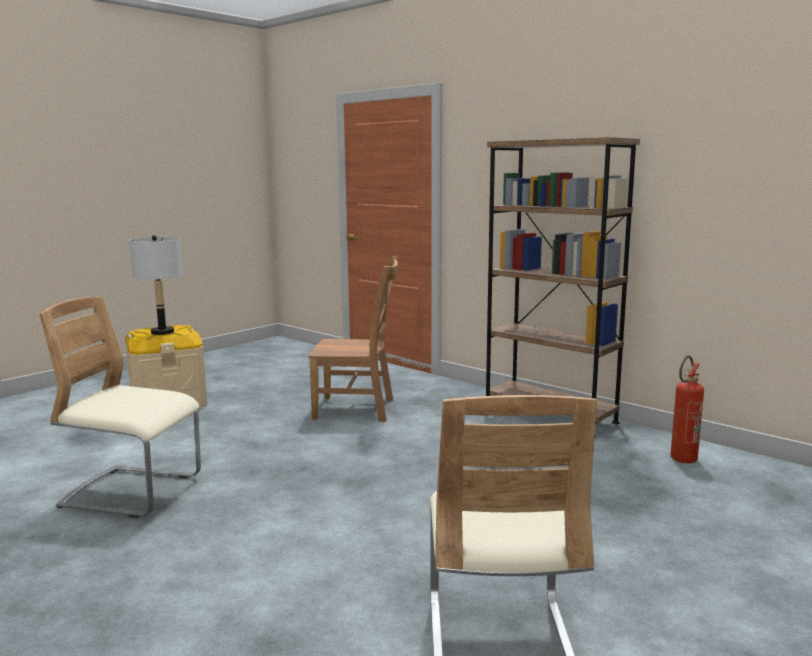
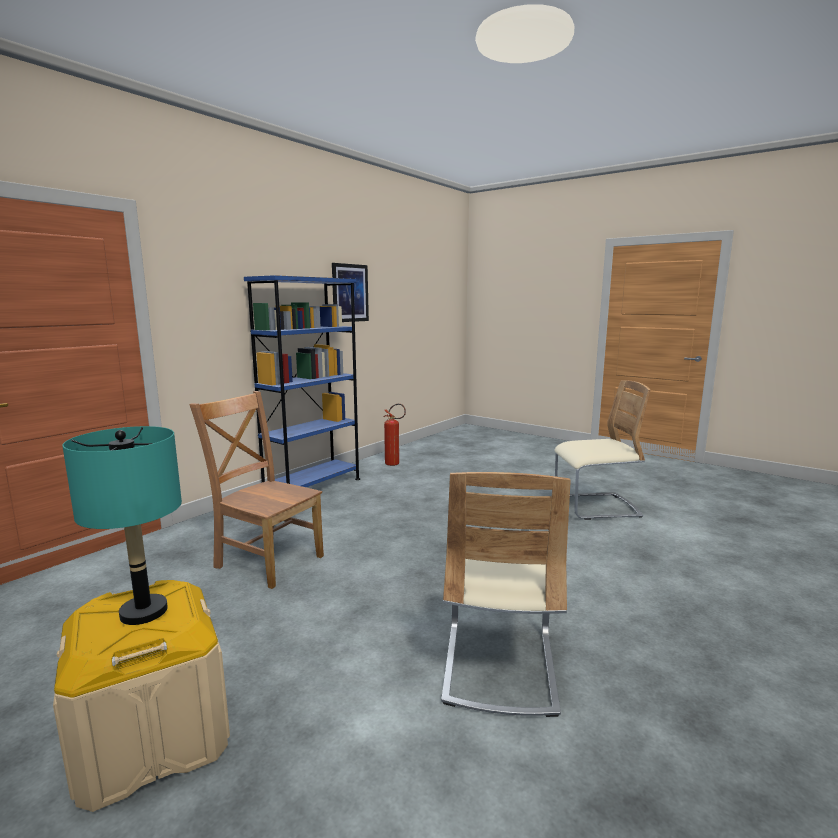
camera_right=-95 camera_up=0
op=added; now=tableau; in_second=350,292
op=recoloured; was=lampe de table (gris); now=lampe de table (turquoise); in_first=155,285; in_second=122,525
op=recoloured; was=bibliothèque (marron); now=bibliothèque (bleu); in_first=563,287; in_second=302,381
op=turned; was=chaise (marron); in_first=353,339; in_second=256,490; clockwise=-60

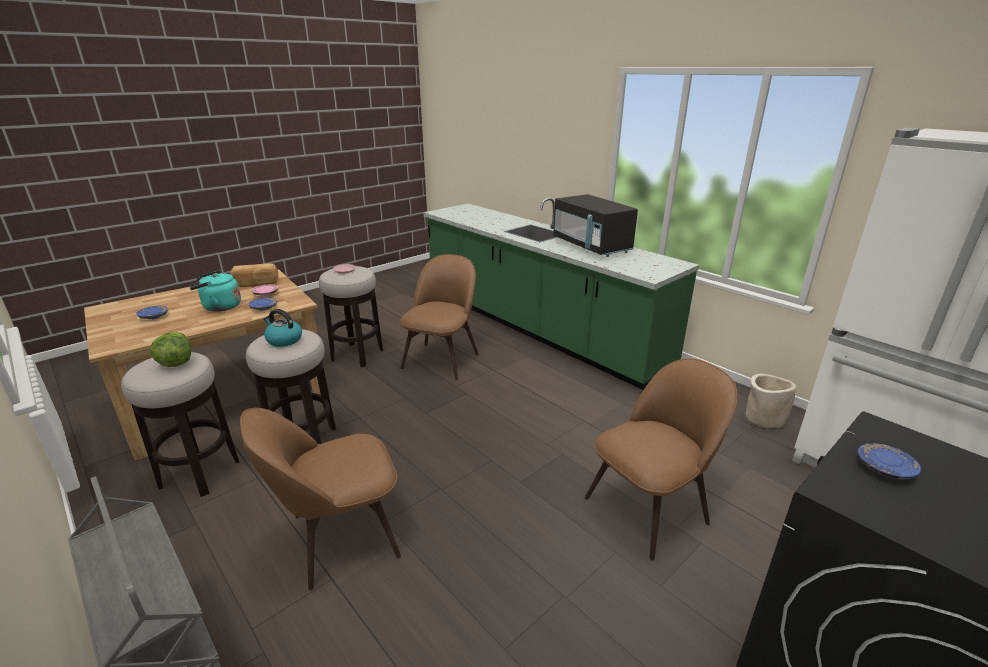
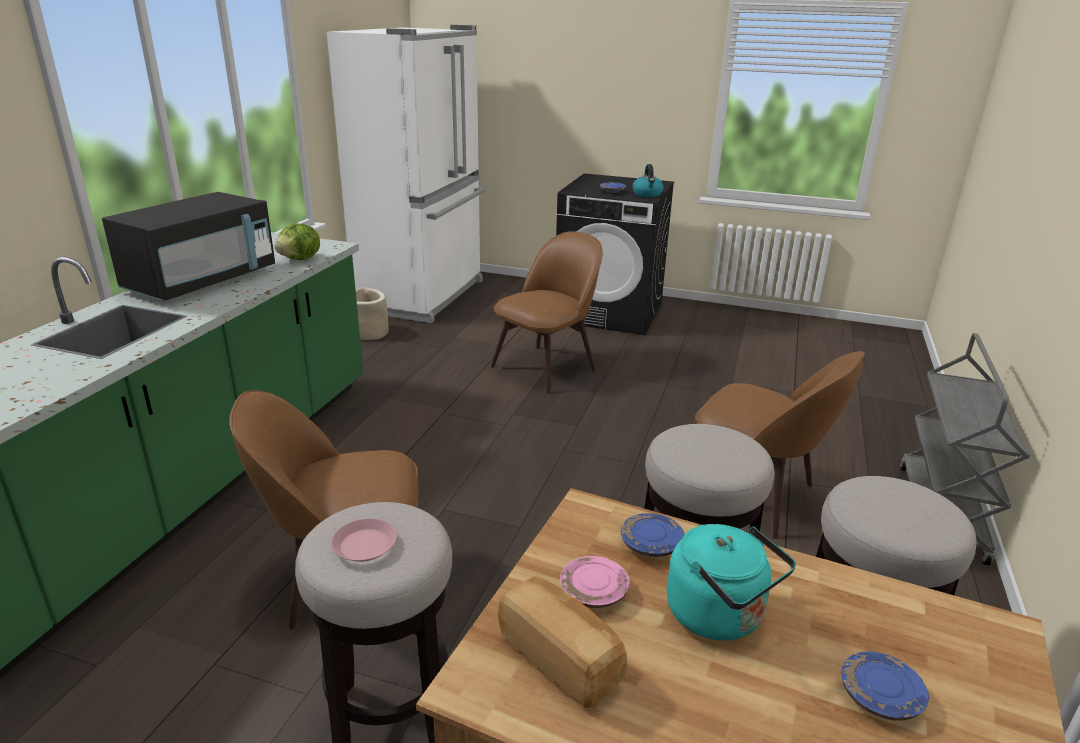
camera_right=-120 camera_up=0
op=moved; was=laitue; in_first=171,349; in_second=297,242
op=moved; was=bouilloire; in_first=282,328; in_second=648,180
op=turned; was=chaise (marron); in_first=661,459; in_second=546,312; clockwise=105

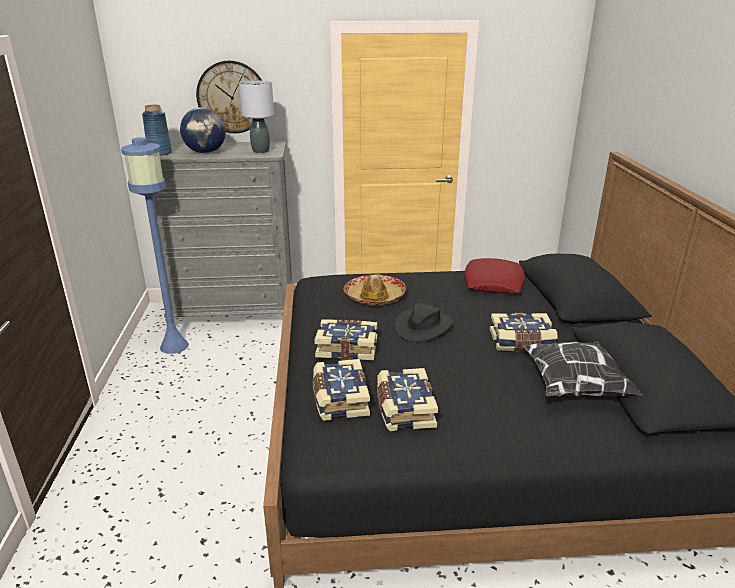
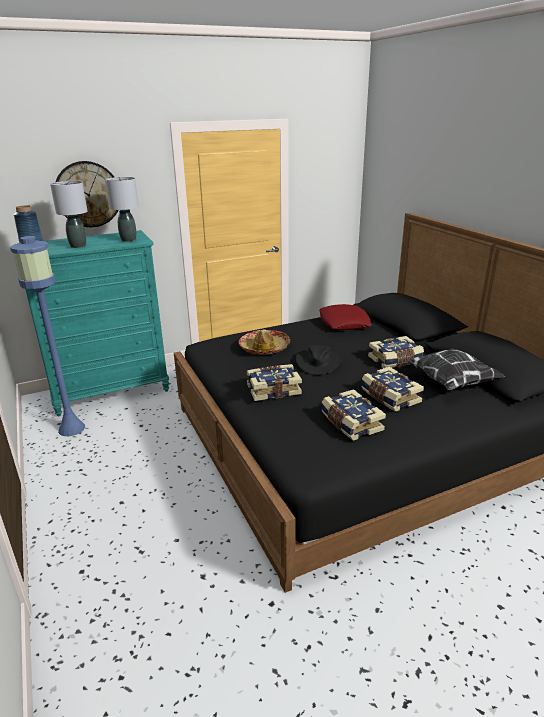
camera_right=-20 camera_up=0
op=moved; was=livre; in_first=341,390; in_second=392,389
op=replaced; was=globe; now=lampe de table (gris); in_first=203,130; in_second=68,214
op=recoloured; was=commode (gris); now=commode (turquoise); in_first=223,232; in_second=97,323

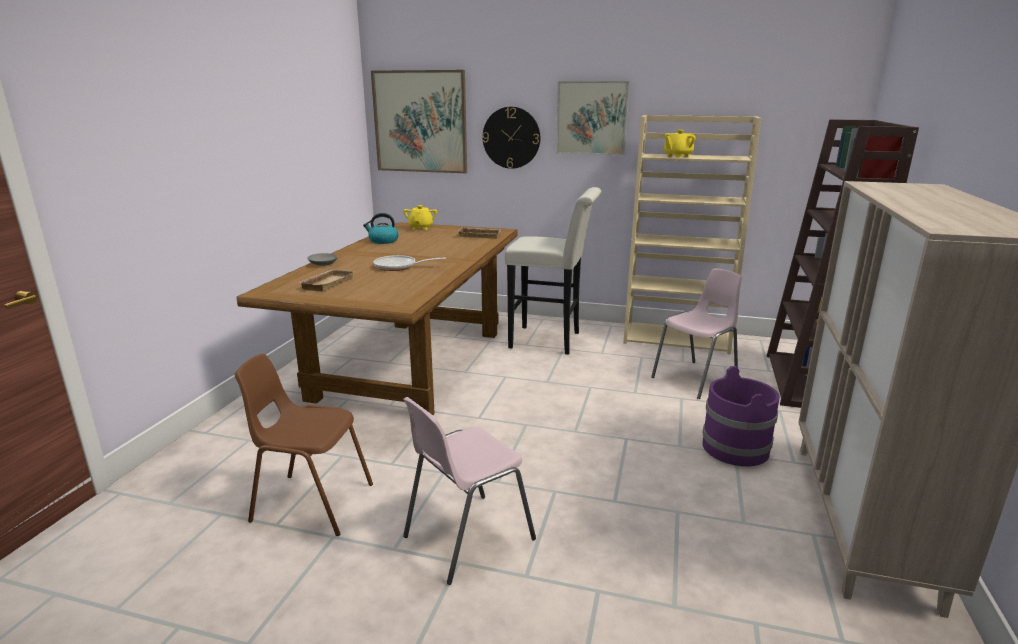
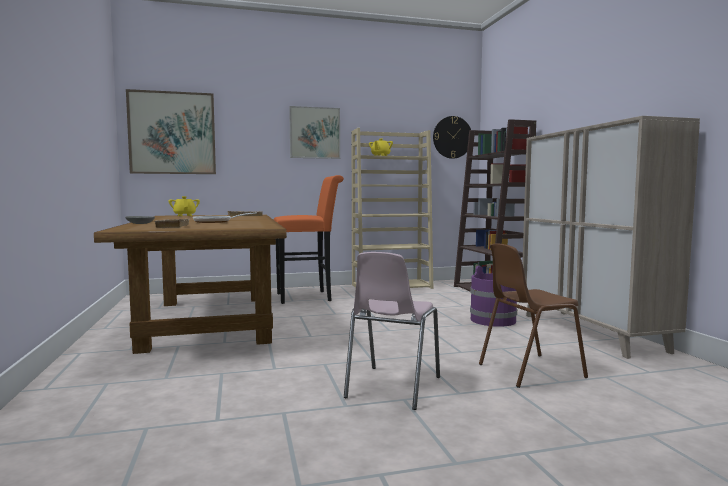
camera_right=-30 camera_up=-15
op=removed; was=bouilloire; in_first=381,228
op=removed; was=chaise (rose); in_first=696,333
op=moved; was=chaise (marron); in_first=304,444; in_second=533,315
op=moved; was=horloge murale; in_first=511,138; in_second=452,137
op=recoloured; was=tabouret (blanc); now=tabouret (orange); in_first=553,271; in_second=309,239

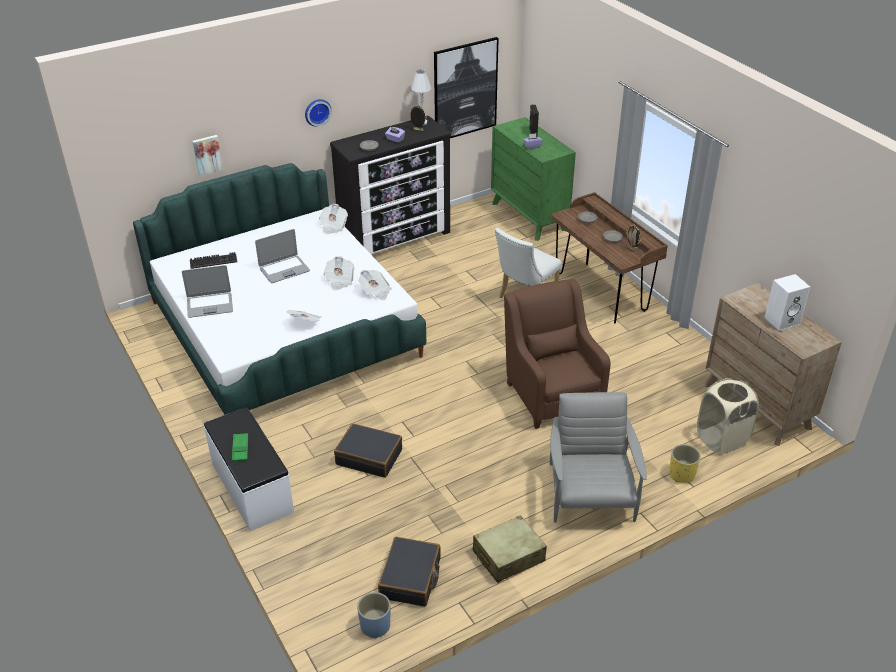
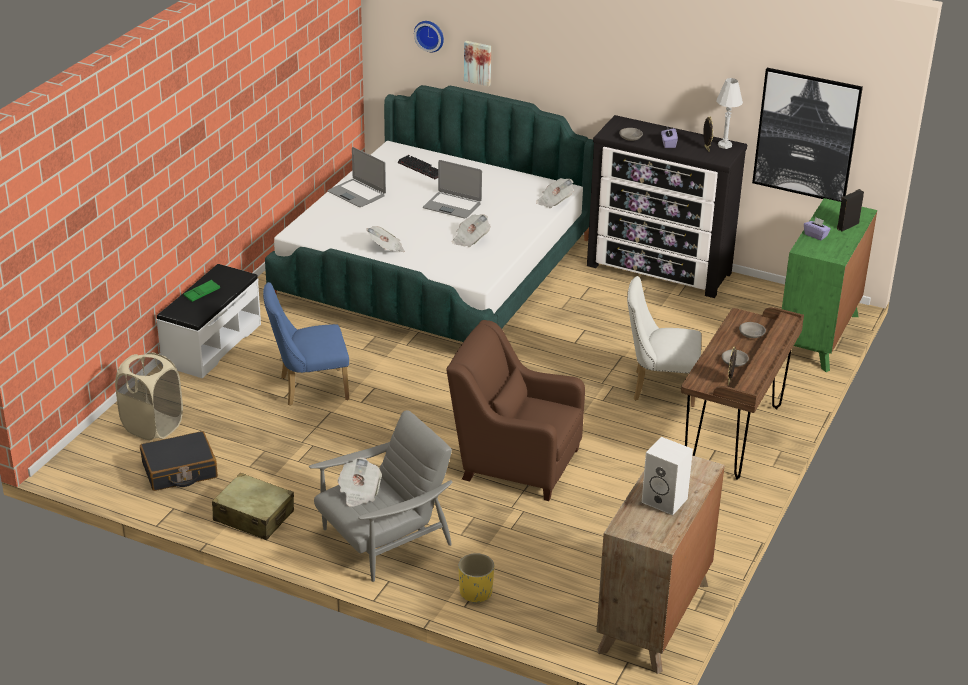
camera_right=55 camera_up=-5
op=removed; was=cache-pot (bleu); in_first=374,615
op=moved; was=horloge murale; in_first=318,113; in_second=429,36
op=moved; was=journal; in_first=375,285; in_second=359,482
op=moved; was=panier à linge (beige); in_first=728,416; in_second=149,396
op=replaced; was=valise (noir); now=chaise (bleu); in_first=368,450; in_second=306,344
op=turned; was=fauteuil (marron); in_first=557,354; in_second=515,410; clockwise=-105

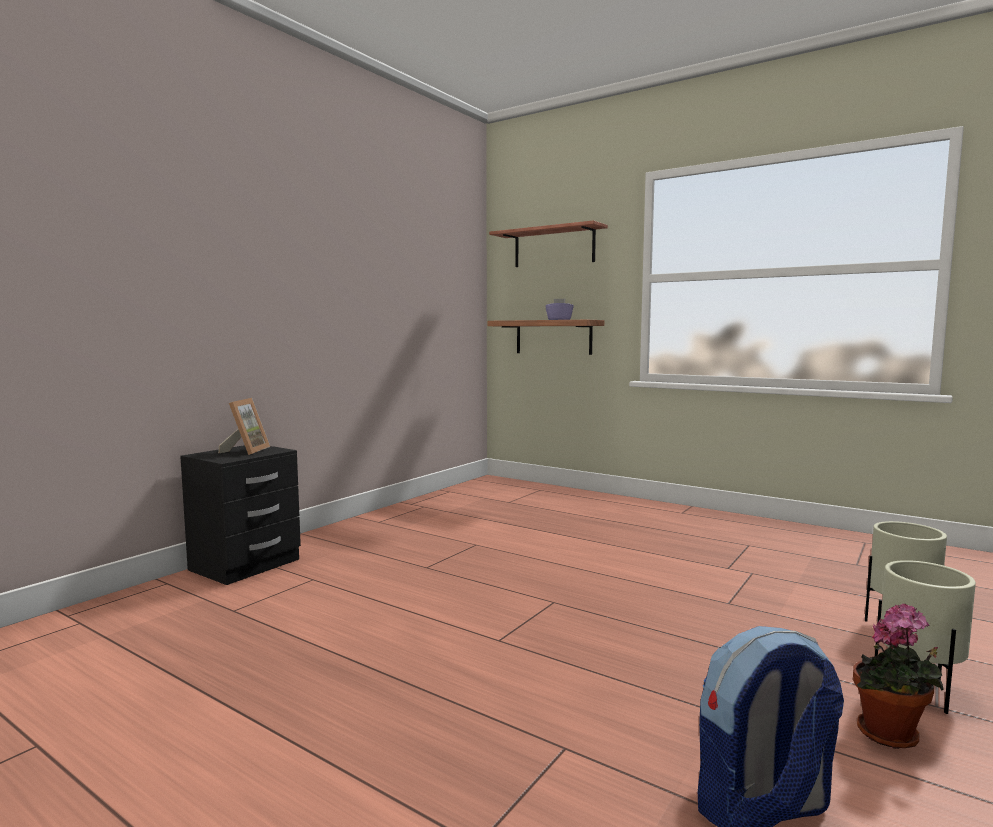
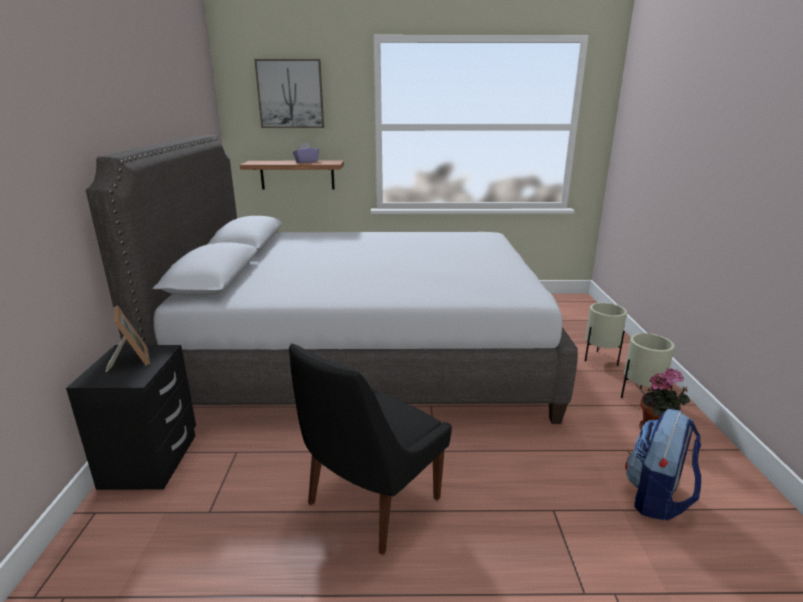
camera_right=-35 camera_up=15
op=added; now=lit (gris); in_second=332,279
op=added; now=chaise (noir); in_second=370,449
op=replaced; was=étagère; now=tableau; in_first=548,243; in_second=289,93

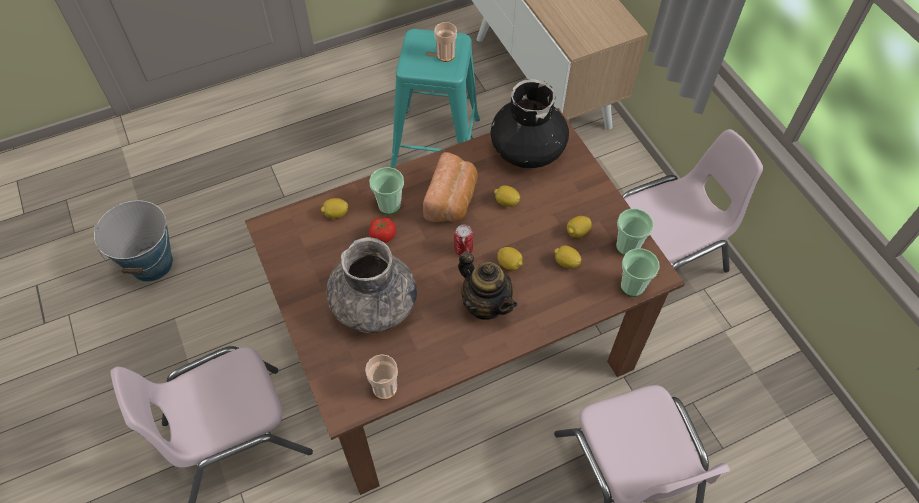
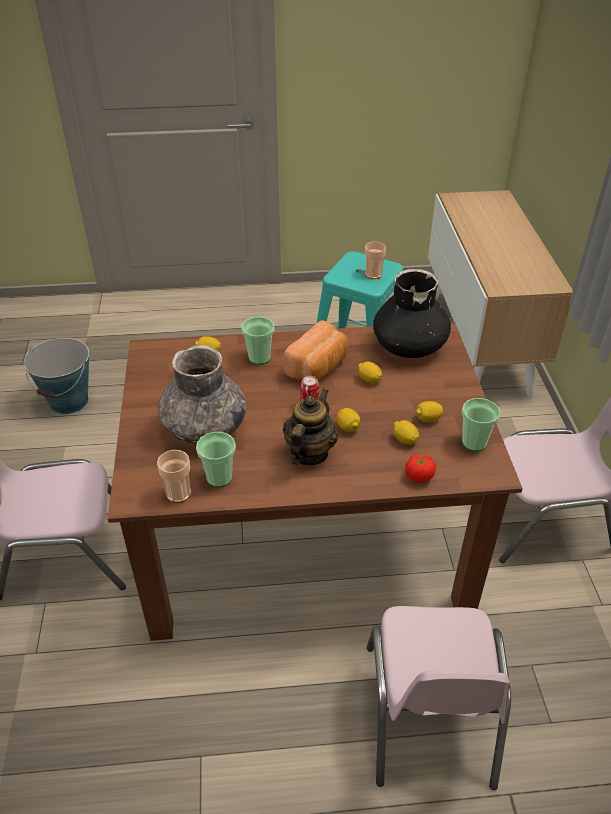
camera_right=20 camera_up=-15
op=moved; was=tomate; in_first=382,230; in_second=420,468
op=moved; was=tasse; in_first=640,272; in_second=216,459
op=turned; was=théière; in_first=487,285; in_second=310,427; clockwise=-135

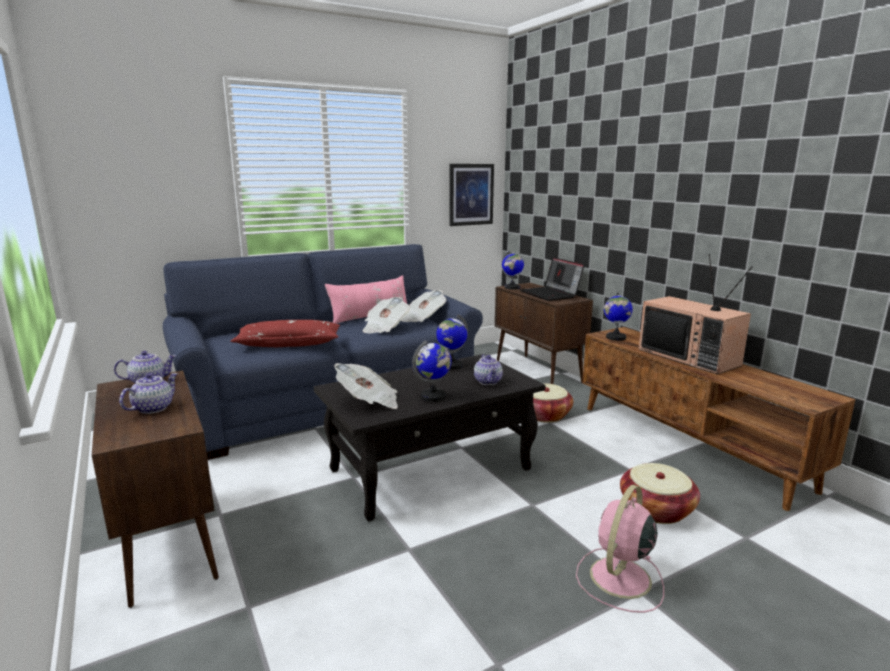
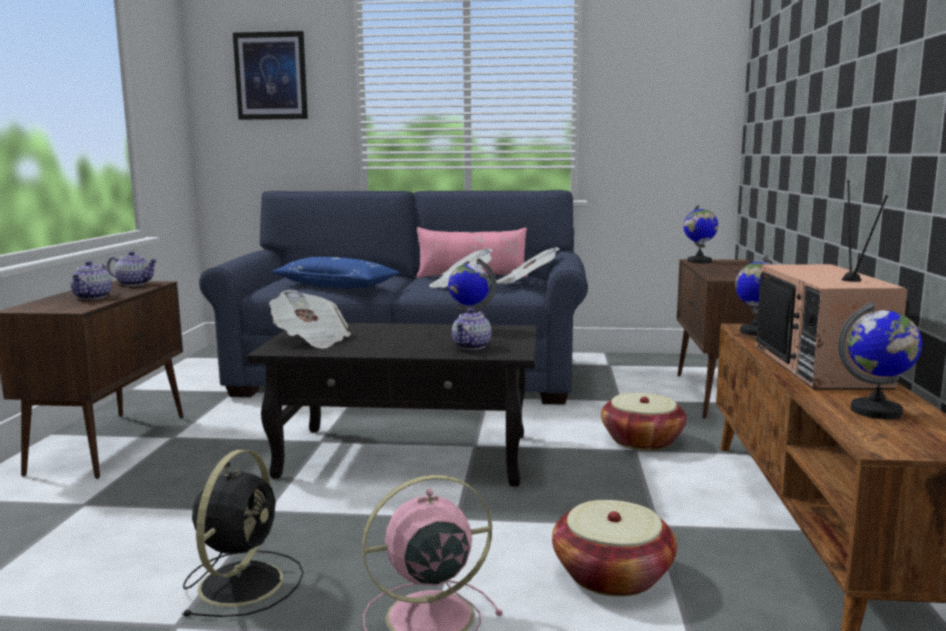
camera_right=35 camera_up=-5
op=removed; was=ordinateur portable; in_first=552,279
op=added; now=ventilateur (noir); in_second=243,533
op=moved; was=globe; in_first=432,371; in_second=880,360
op=moved; was=tableau; in_first=471,195; in_second=270,75
op=recoloured; was=coussin (rouge); now=coussin (bleu); in_first=285,333; in_second=335,272
op=turned; was=théière; in_first=148,393; in_second=91,280; clockwise=120

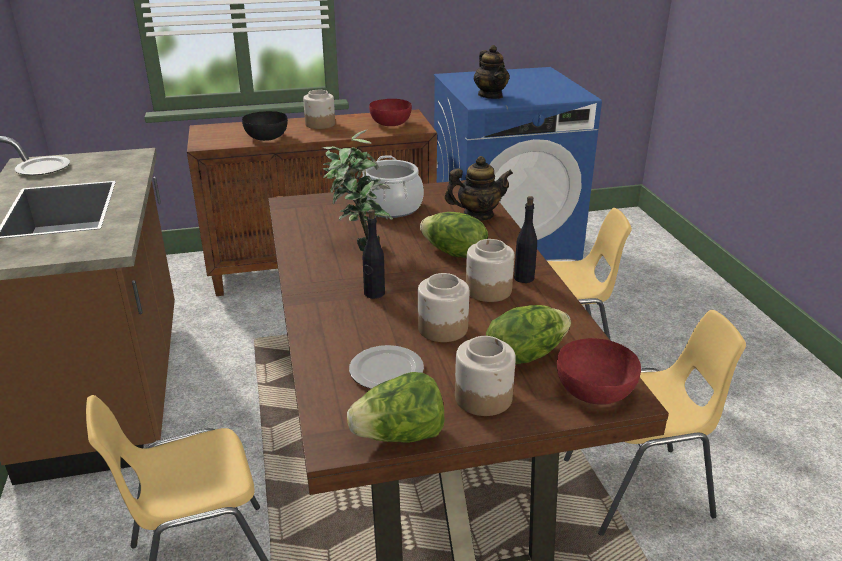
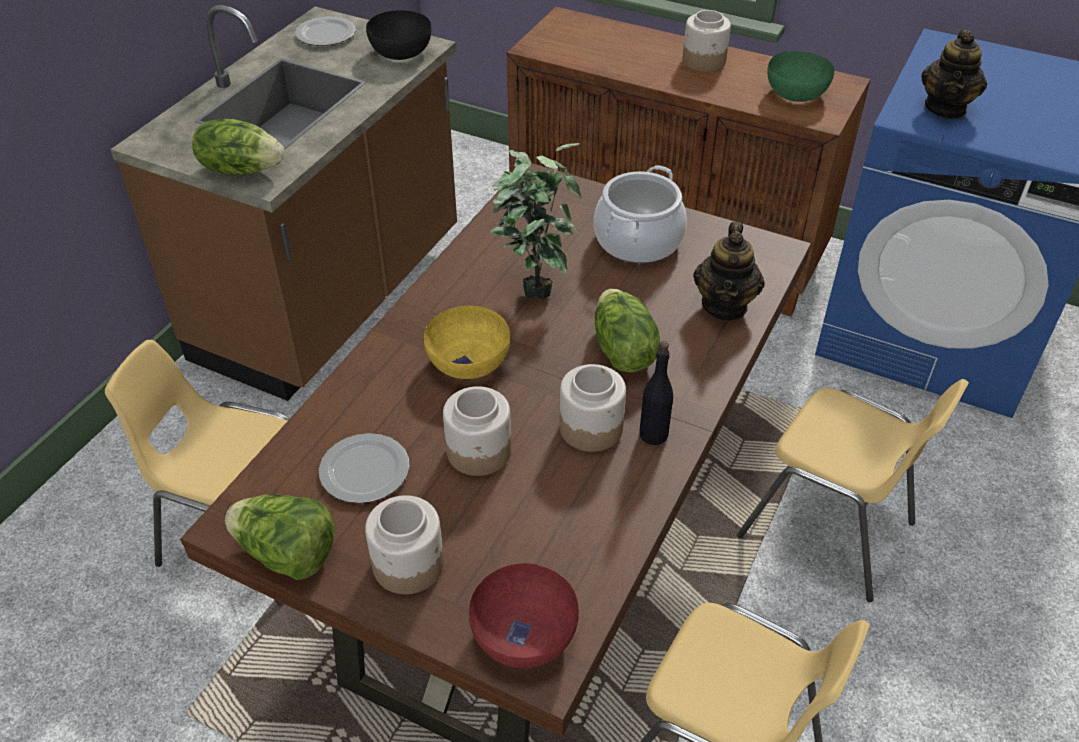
camera_right=40 camera_up=15
op=moved; was=bol (noir); in_first=265,126; in_second=398,35
op=moved; was=laitue; in_first=528,334; in_second=238,147
op=replaced; was=bouteille (noir); now=bol (jaune); in_first=374,254; in_second=467,342
op=recoloured; was=bol (rouge); now=bol (vert); in_first=390,112; in_second=800,76
op=turned; was=théière; in_first=479,188; in_second=729,271; clockwise=75

